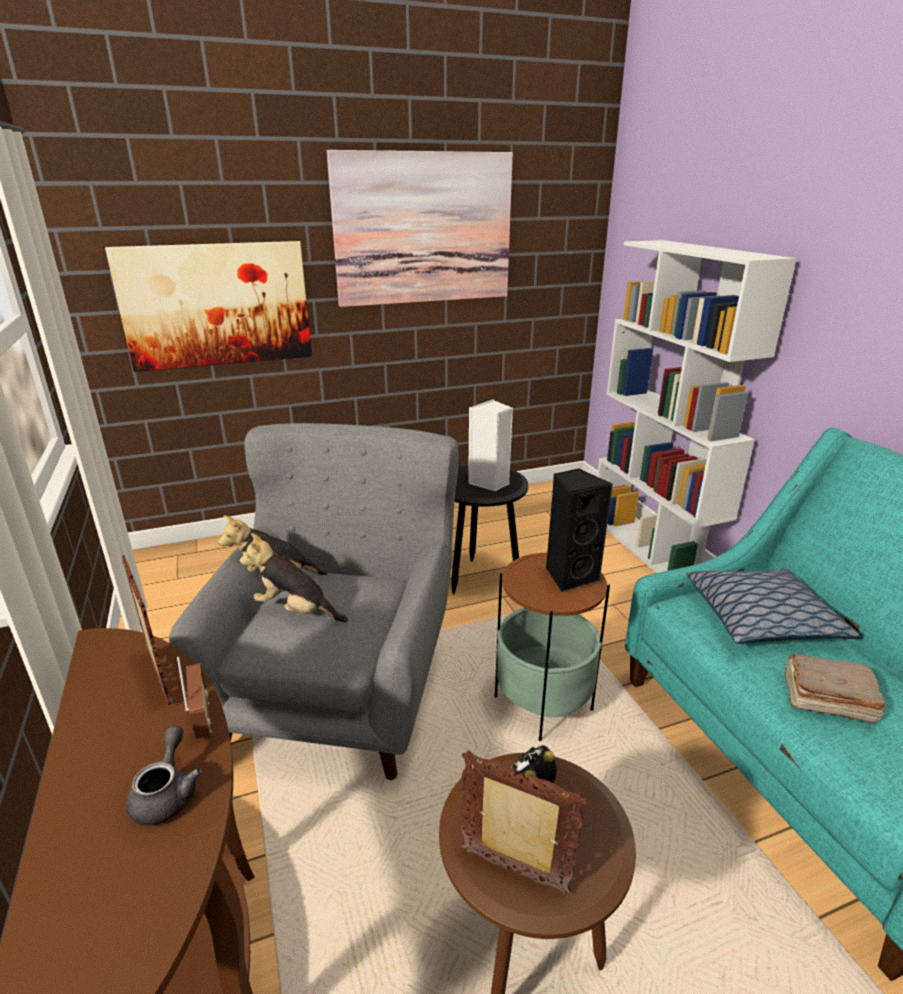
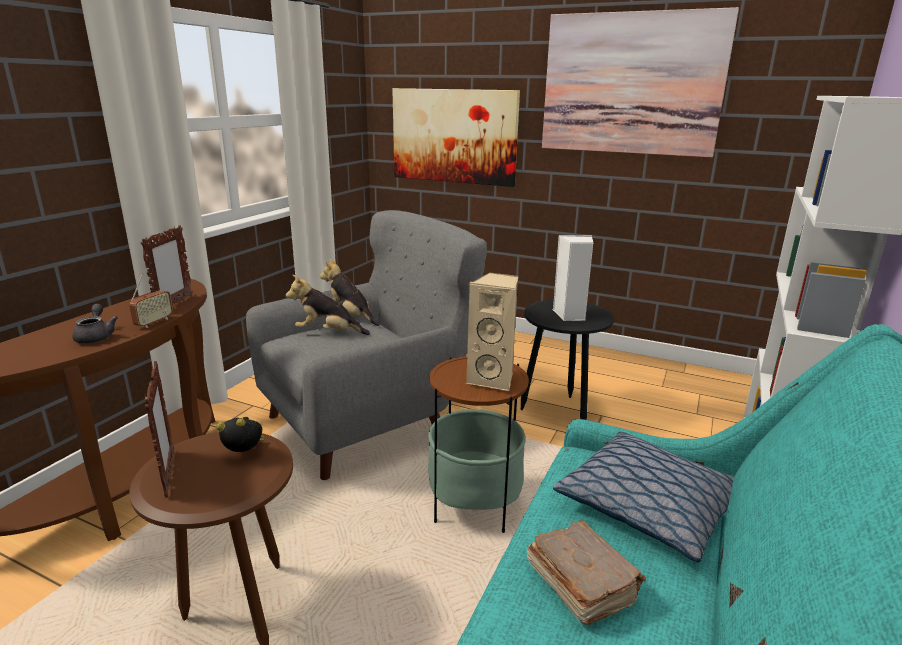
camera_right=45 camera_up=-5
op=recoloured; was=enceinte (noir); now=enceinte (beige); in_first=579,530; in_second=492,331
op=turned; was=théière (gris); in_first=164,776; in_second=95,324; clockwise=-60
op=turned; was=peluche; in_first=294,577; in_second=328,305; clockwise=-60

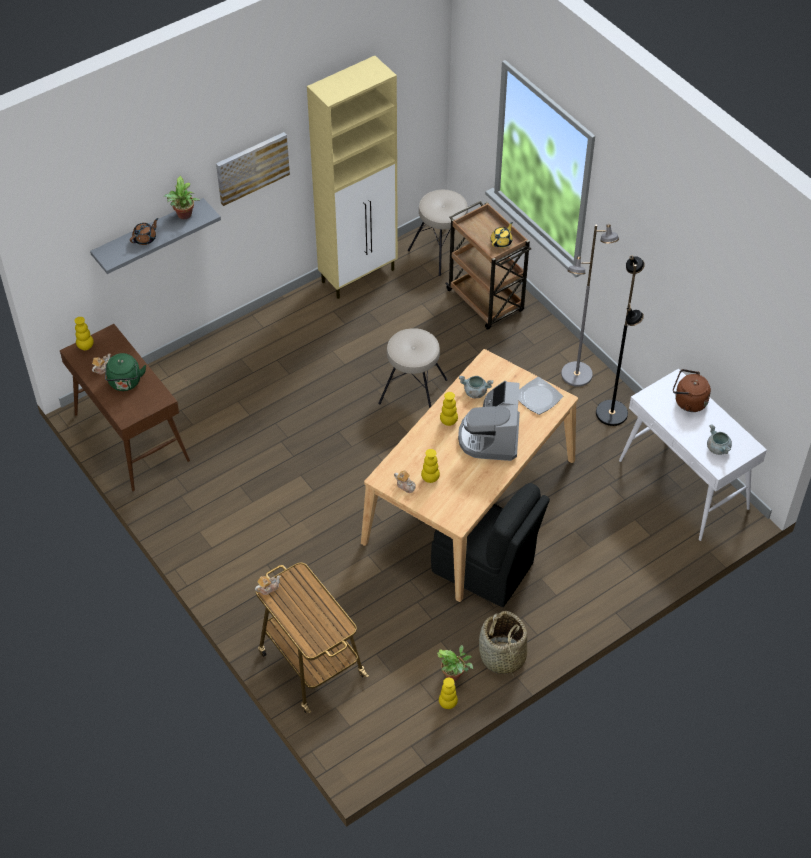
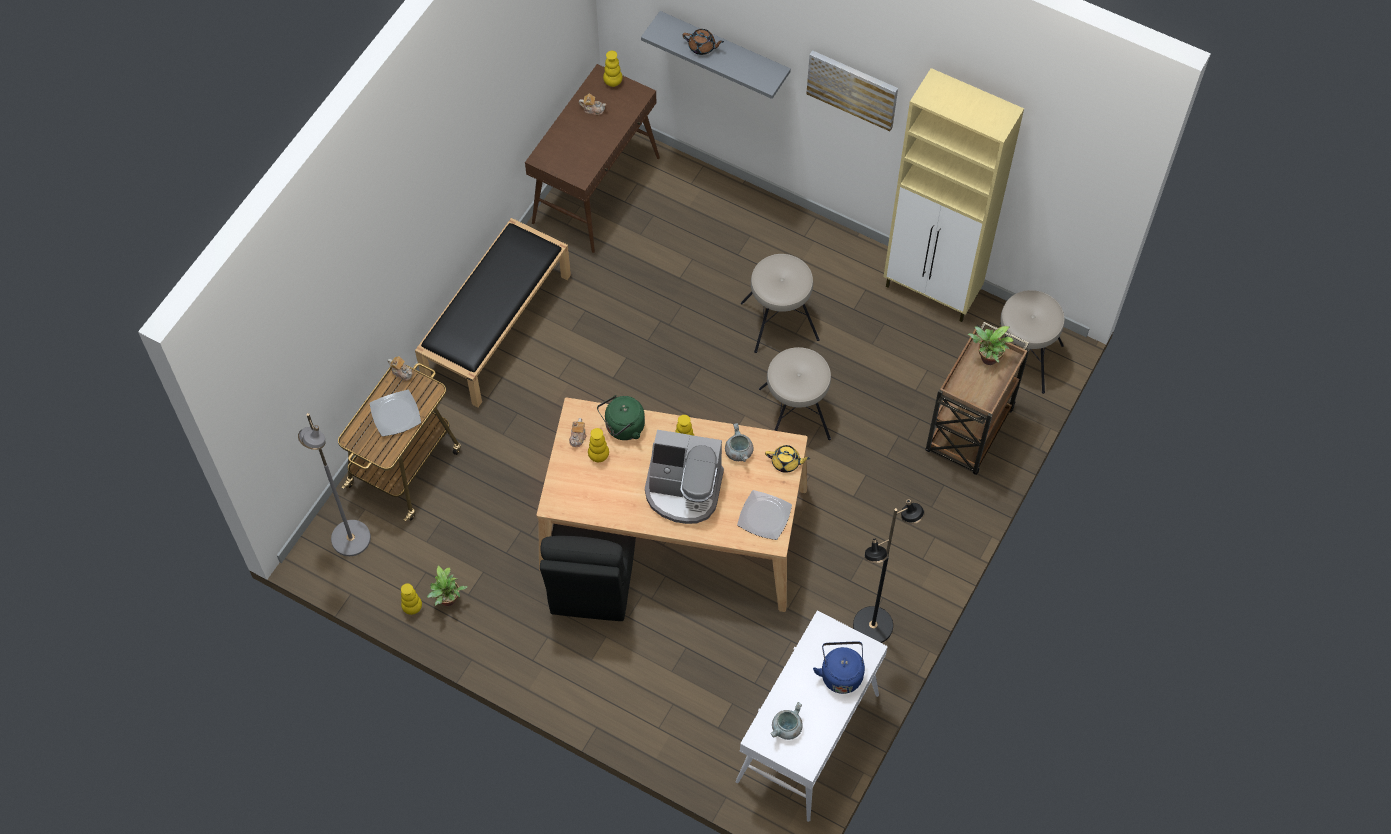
camera_right=65 camera_up=10
op=removed; was=panier; in_first=503,644
op=added; now=assiette; in_second=395,413
op=added; now=banc (noir); in_second=493,312
op=added; now=tabouret (beige); in_second=780,303
op=moved; was=bouilloire (vert); in_first=125,372; in_second=621,417
op=moved; was=plante en pot; in_first=182,197; in_second=990,345
op=moved; was=théière (jaune); in_first=502,235; in_second=787,459
op=moved; was=lampadaire (gris); in_first=590,305; in_second=334,484
op=recoloured; was=bouilloire (marron); now=bouilloire (bleu); in_first=692,390; in_second=839,667
op=turned; was=machine à café; in_first=489,421; in_second=684,477; clockwise=-150

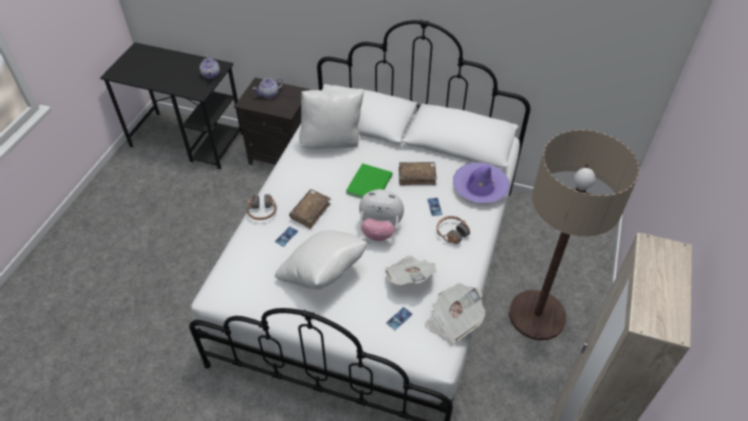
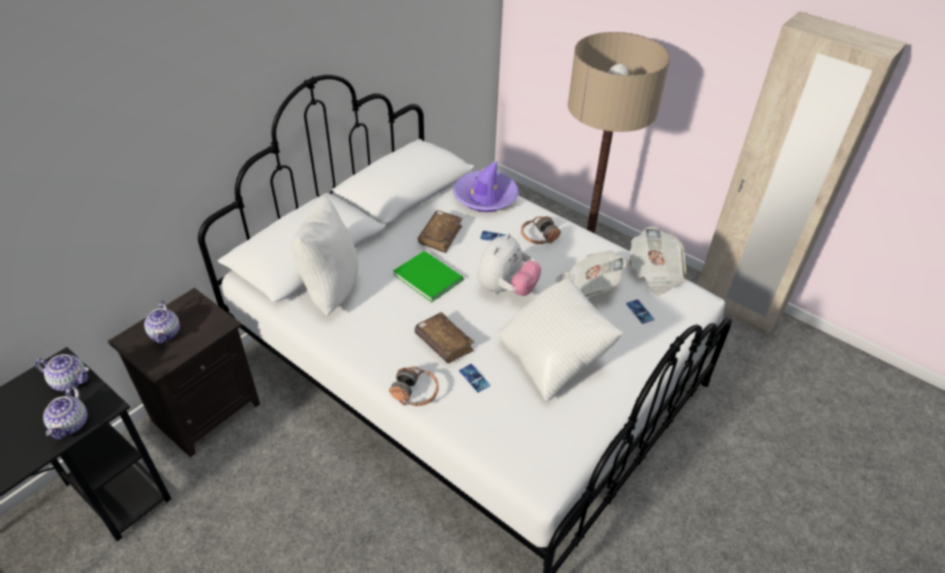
camera_right=-70 camera_up=-5
op=added; now=théière; in_second=65,412

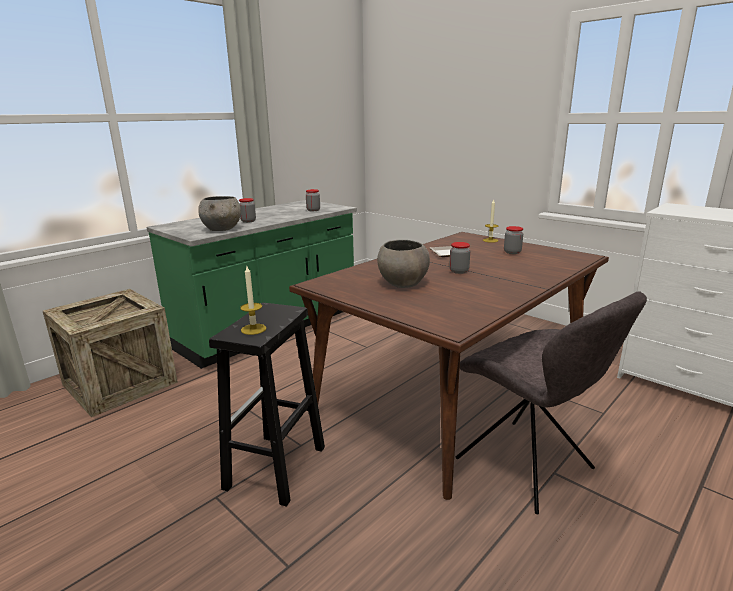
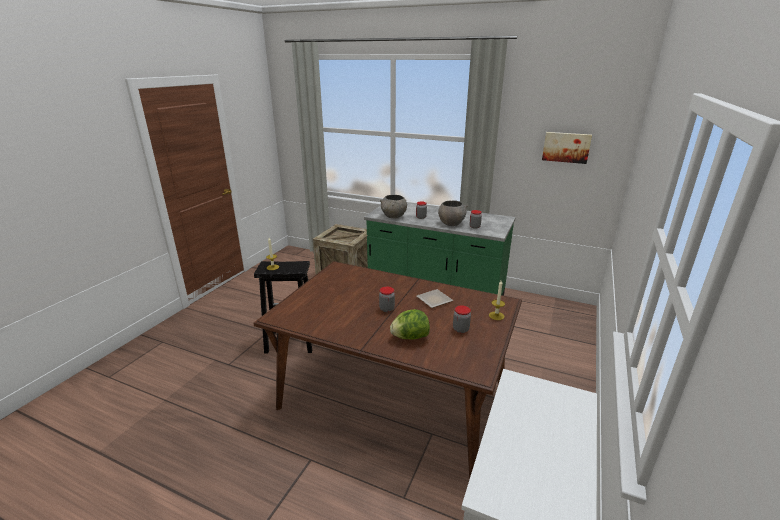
camera_right=70 camera_up=5
op=removed; was=chaise (gris); in_first=551,402
op=added; now=laitue; in_second=410,324
op=added; now=tableau; in_second=567,148
op=moved; was=bol (gris); in_first=403,264; in_second=453,213

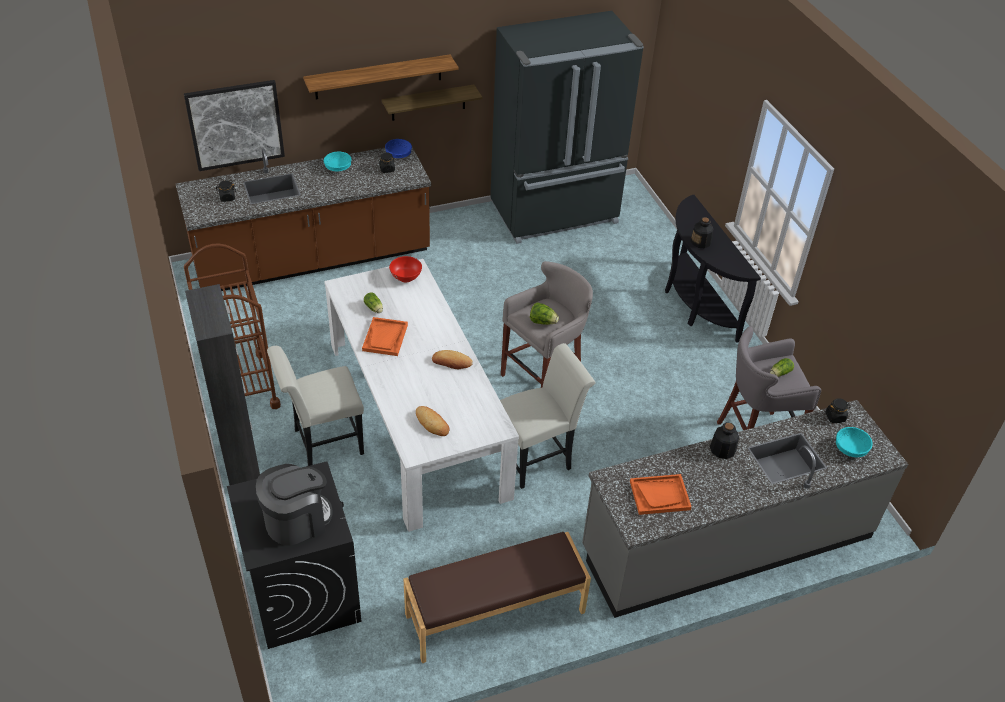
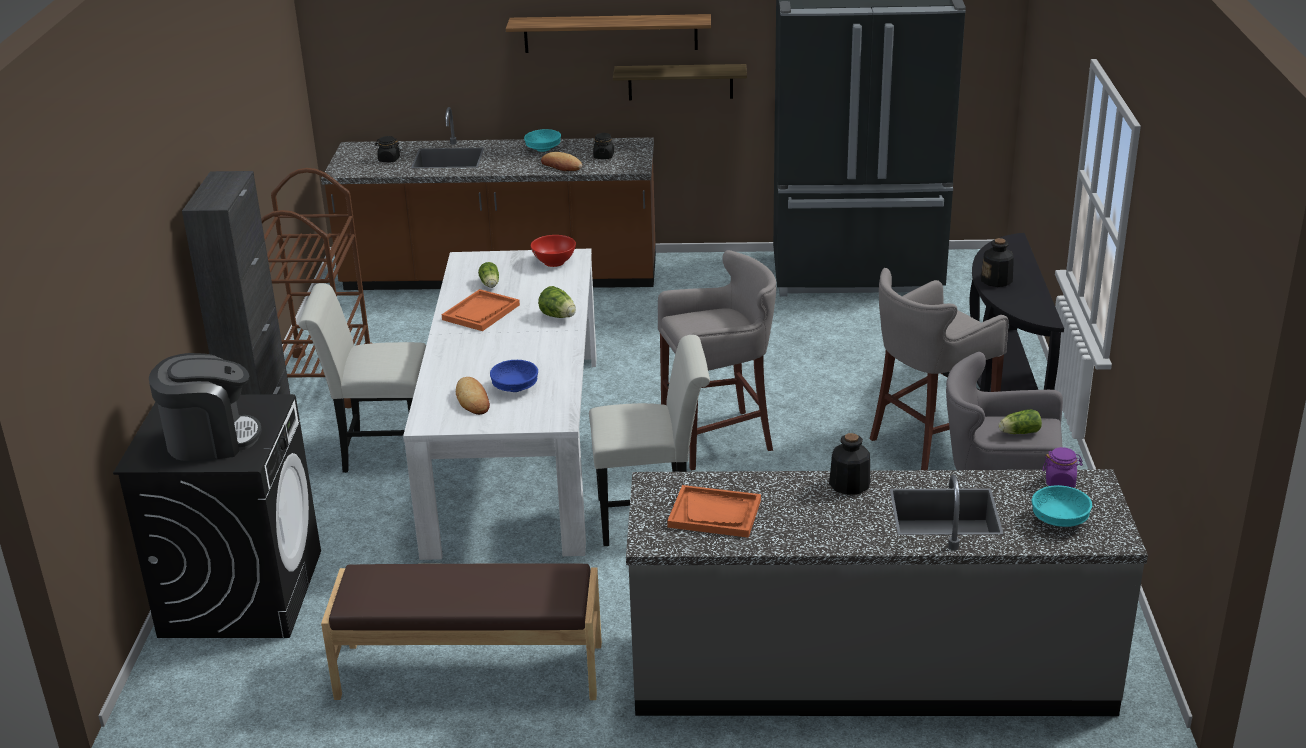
camera_right=25 camera_up=-15
op=removed; was=tableau; in_first=234,125
op=added; now=tabouret (gris); in_second=939,369
op=moved; was=bol (bleu); in_first=398,148; in_second=514,376
op=moved; was=pain; in_first=452,359; in_second=561,161
op=moved; was=laitue; in_first=544,313; in_second=557,302
op=recoloured; was=bocal (noir); now=bocal (violet); in_first=838,410; in_second=1063,467

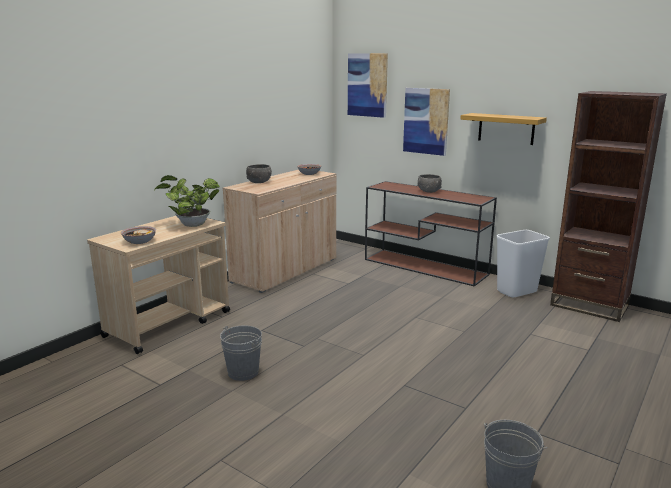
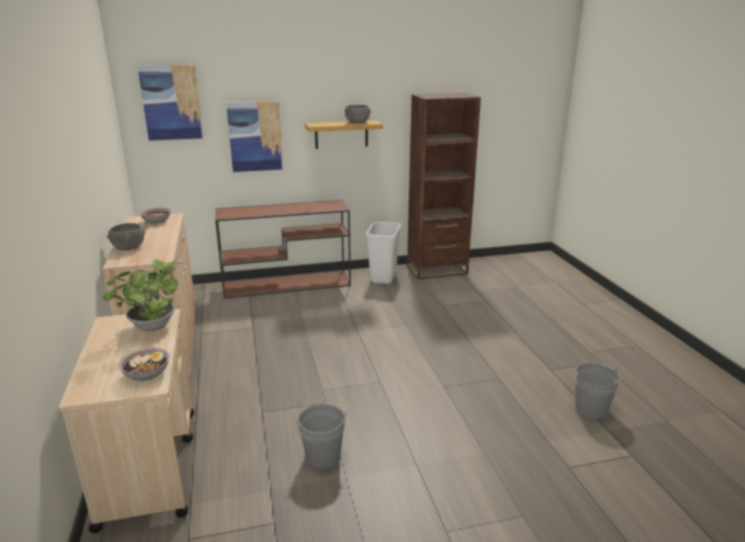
camera_right=-50 camera_up=5
op=moved; was=bol (gris); in_first=429,183; in_second=358,114

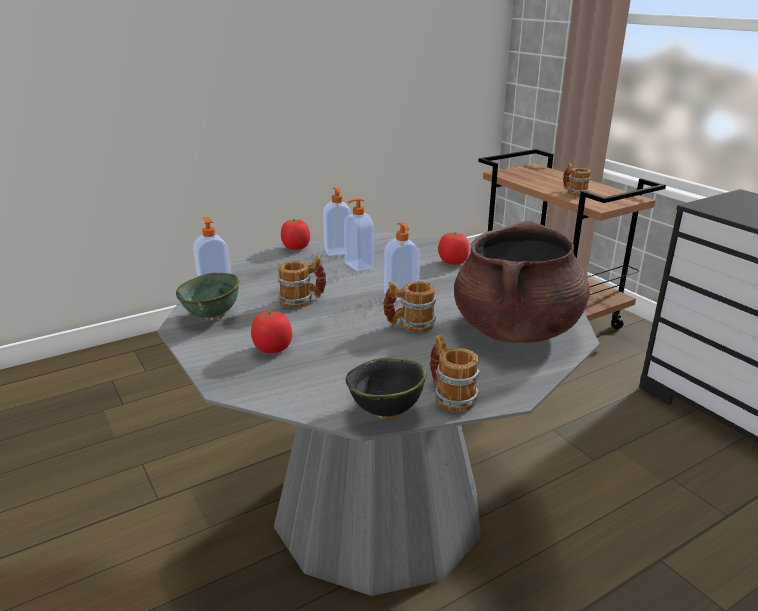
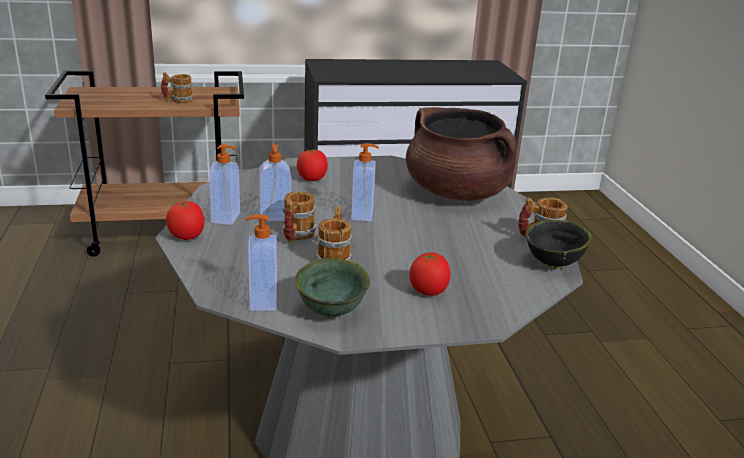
camera_right=-70 camera_up=0
op=moved; was=mug; in_first=409,307; in_second=299,217

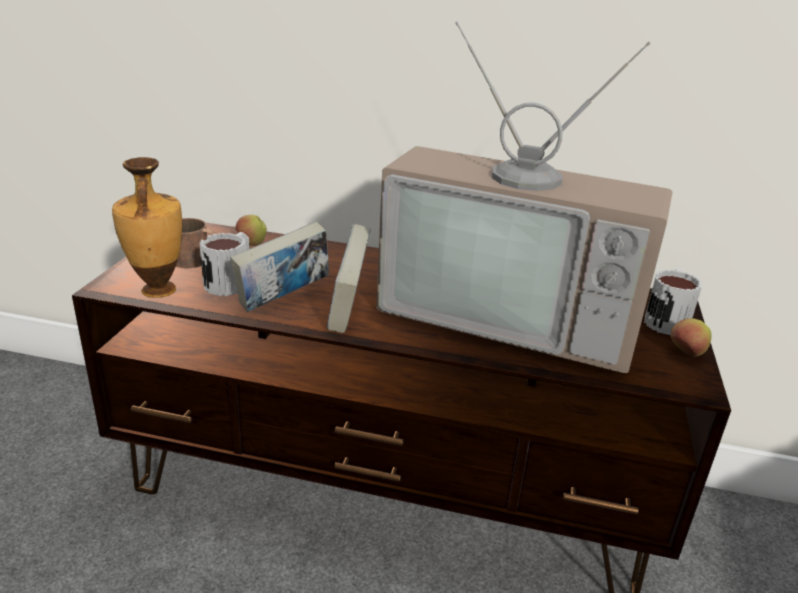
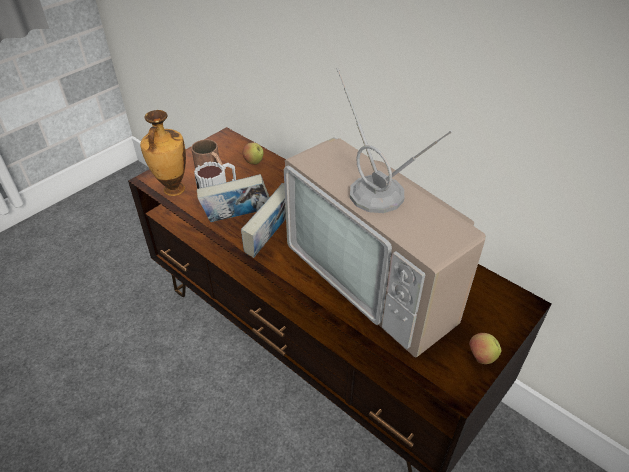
camera_right=30 camera_up=15
op=removed; was=mug; in_first=673,301

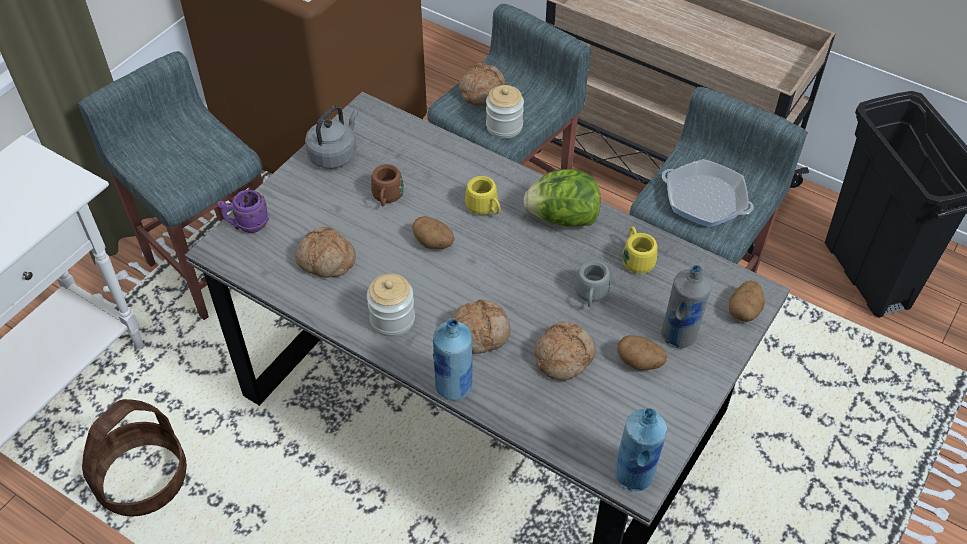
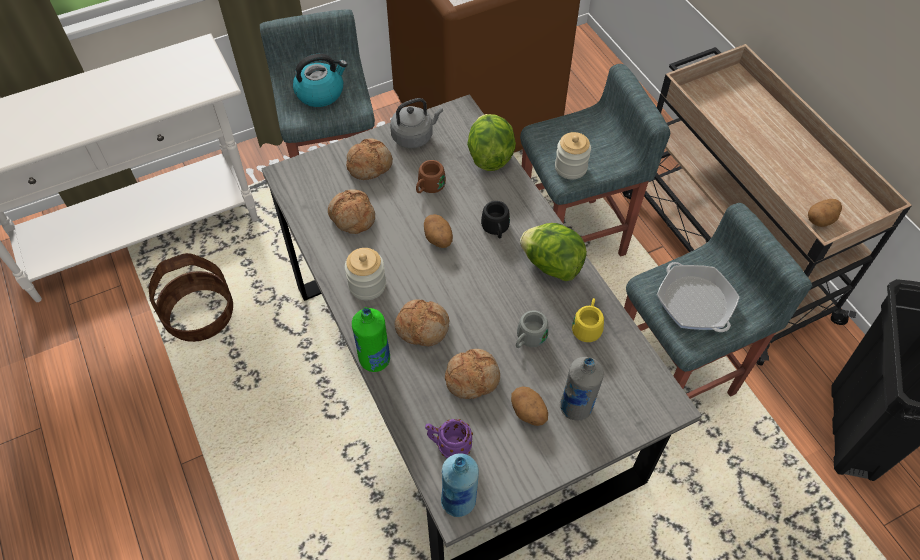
camera_right=30 camera_up=5
op=added; now=bouilloire; in_second=320,80
op=added; now=laitue; in_second=491,142
op=moved; was=mug (violet); in_first=243,211; in_second=449,438
op=moved; was=pain; in_first=482,84; in_second=369,159
op=moved; was=pomme de terre; in_first=747,301; in_second=825,213
op=recoloured; was=bouteille (bleu); now=bouteille (vert); in_first=452,359; in_second=371,339
op=recoloured; was=mug (jaune); now=mug (noir); in_first=482,195; in_second=495,220

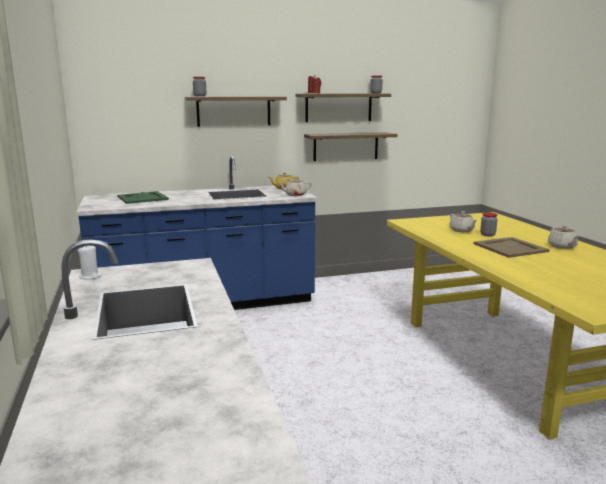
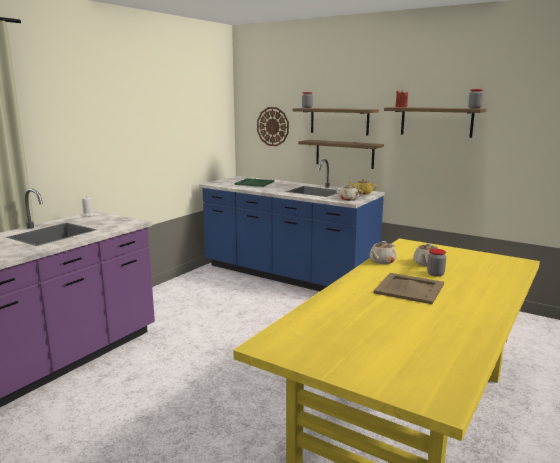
camera_right=50 camera_up=0
op=added; now=horloge murale; in_second=273,126
op=moved; was=étagère; in_first=351,146; in_second=341,154
op=moved; was=théière (beige); in_first=563,237; in_second=383,252

